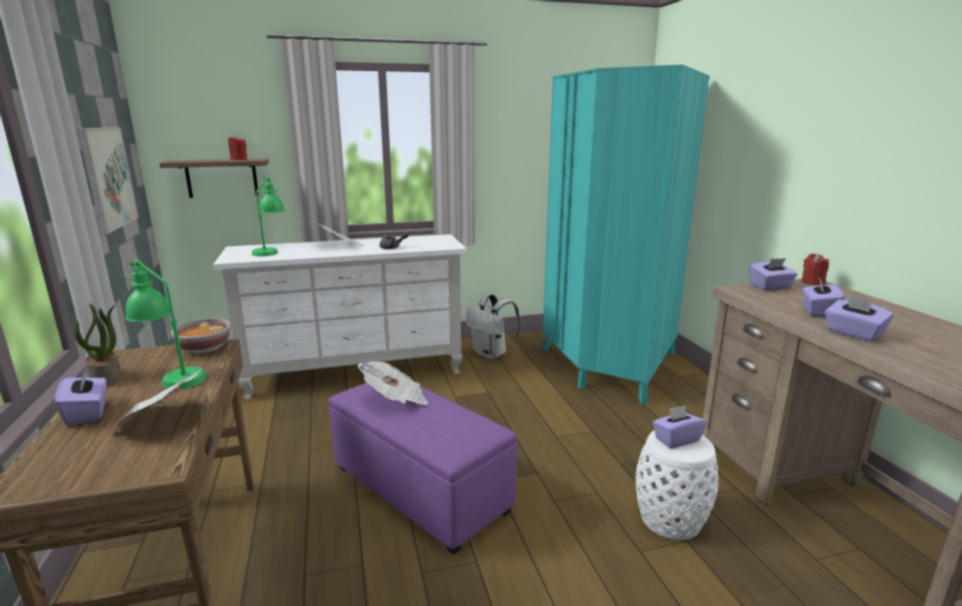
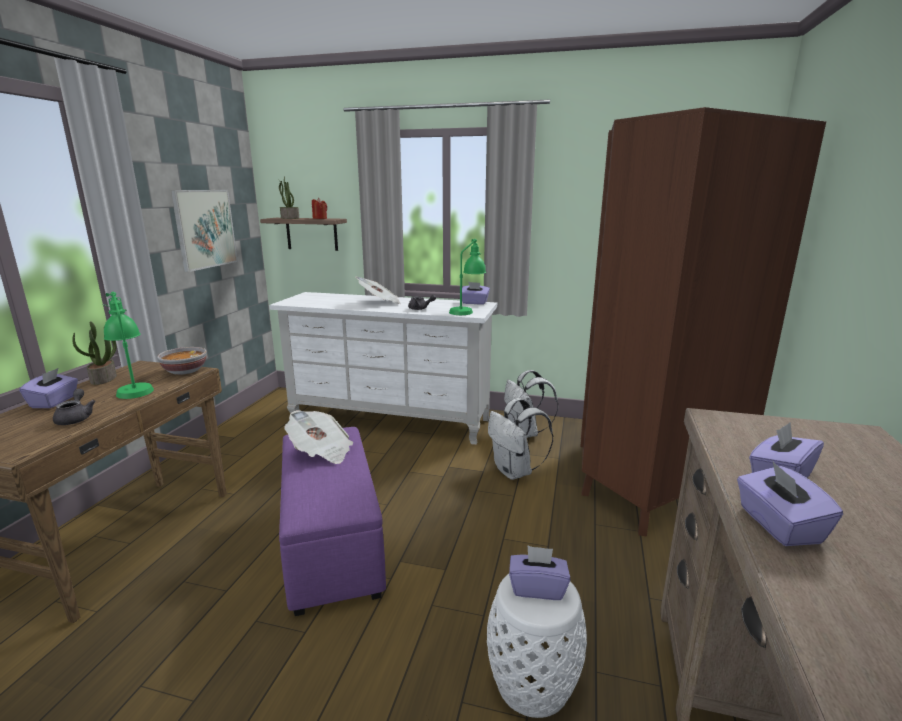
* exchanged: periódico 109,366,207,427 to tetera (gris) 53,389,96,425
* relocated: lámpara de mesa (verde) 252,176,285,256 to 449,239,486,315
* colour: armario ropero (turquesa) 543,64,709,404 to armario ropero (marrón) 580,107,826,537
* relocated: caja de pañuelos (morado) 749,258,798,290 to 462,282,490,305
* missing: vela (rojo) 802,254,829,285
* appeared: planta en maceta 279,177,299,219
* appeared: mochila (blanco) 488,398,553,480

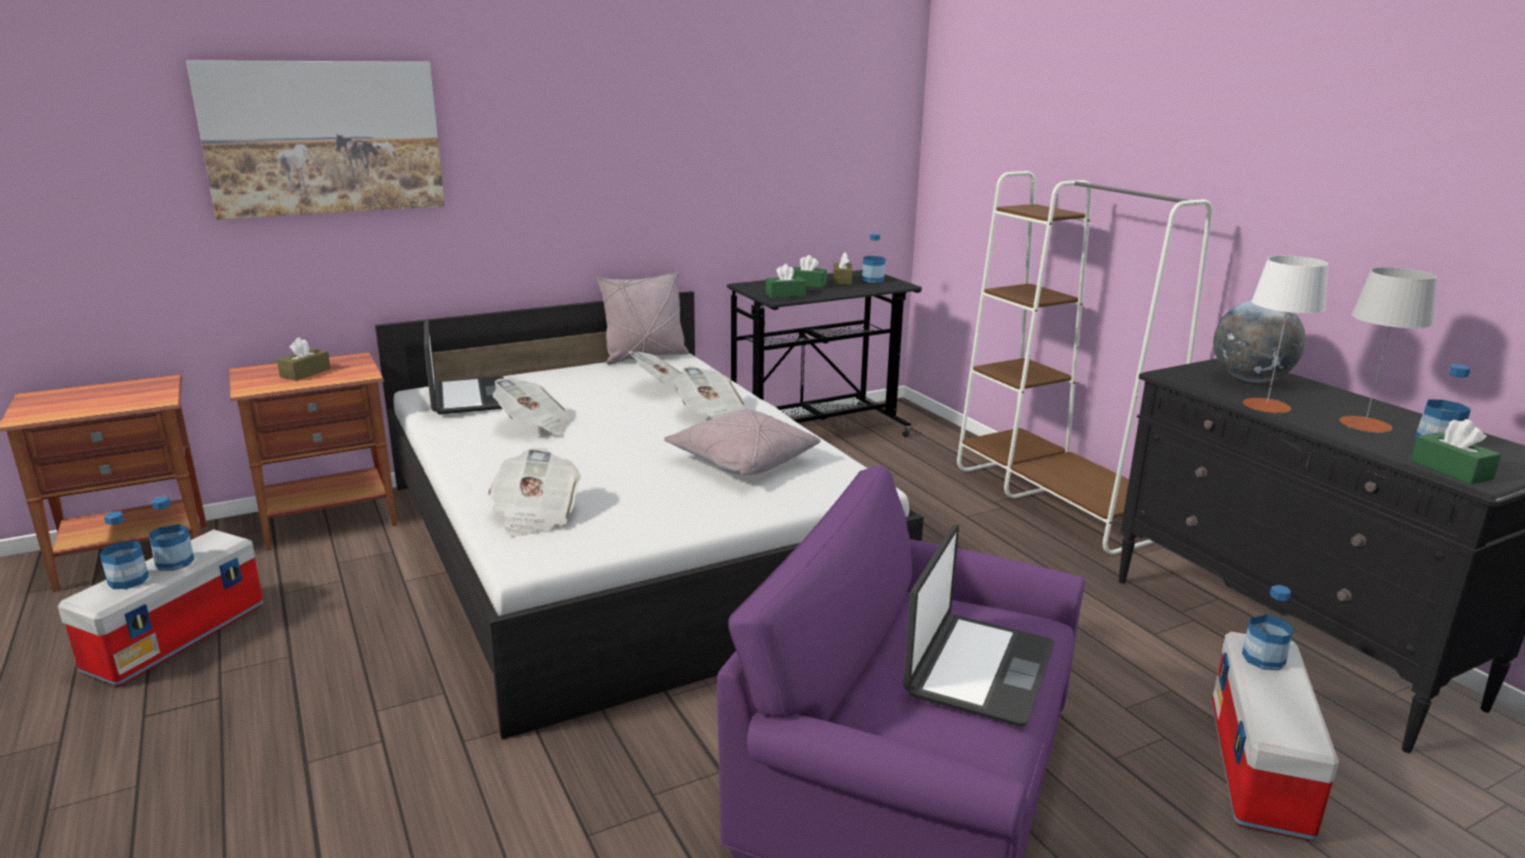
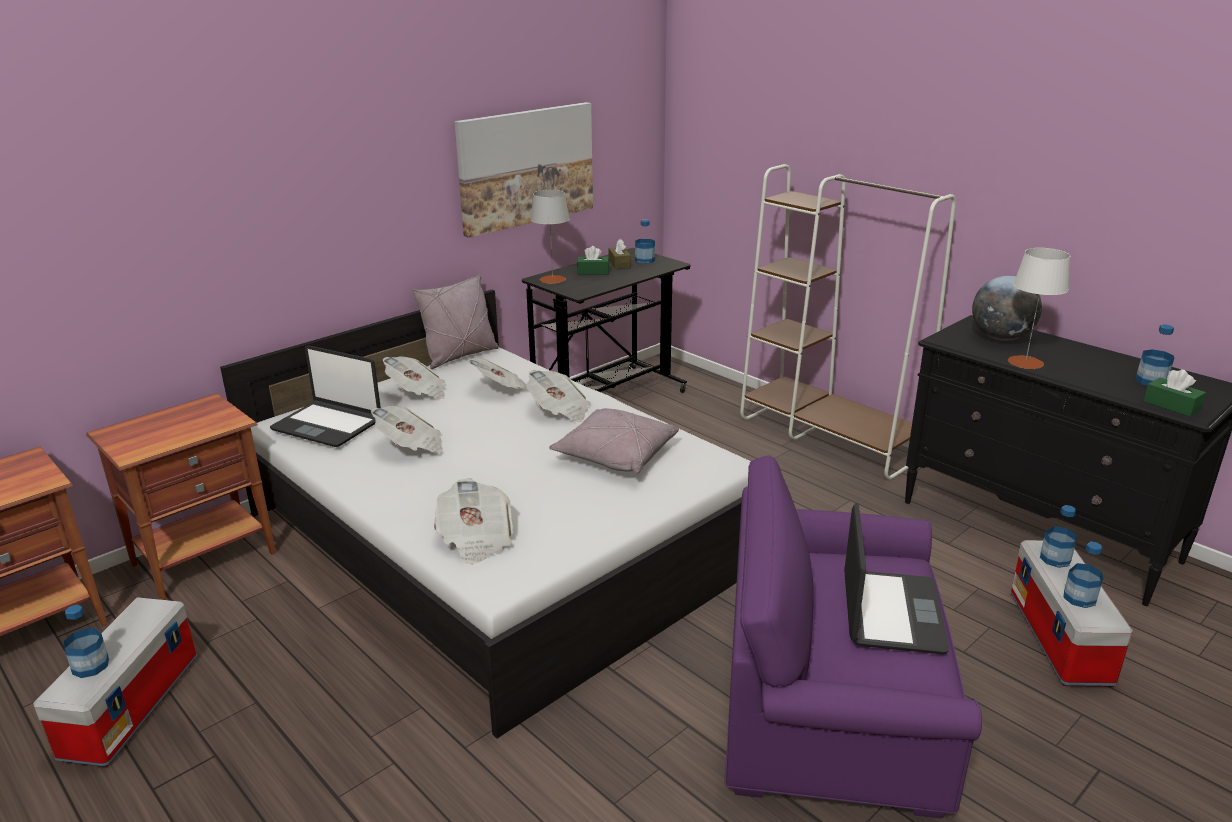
* relocated: botella 149,497,194,571 to 1063,542,1103,608
* relocated: cuadro 186,60,445,220 to 454,102,593,238
* missing: caja de pañuelos (marrón) 277,337,331,381
* spun: portátil 424,319,504,415 = 270,345,381,447 150 degrees clockwise
* missing: caja de pañuelos (verde) 766,264,806,298
* relocated: lámpara de mesa (gris) 1340,267,1437,432 to 531,190,570,284
* appeared: periódico 383,356,445,399

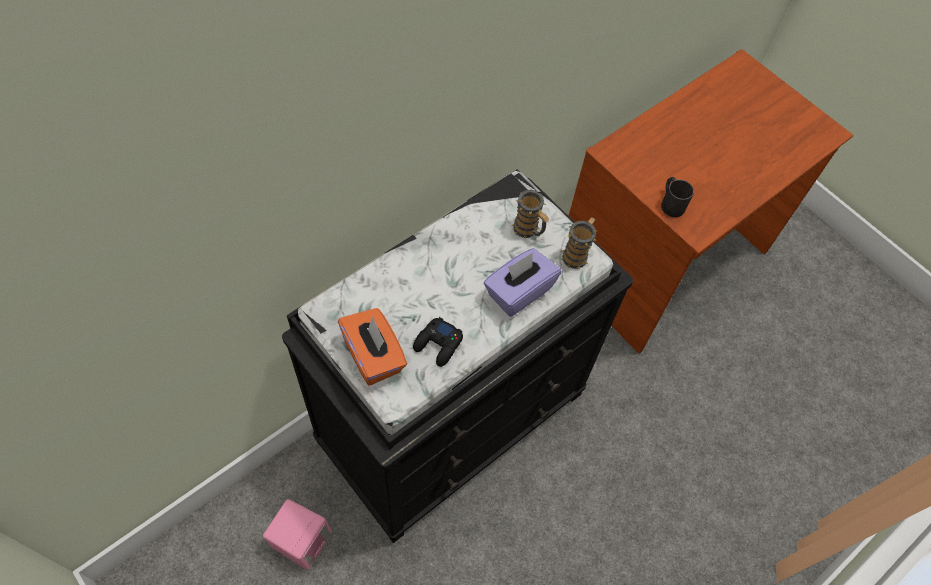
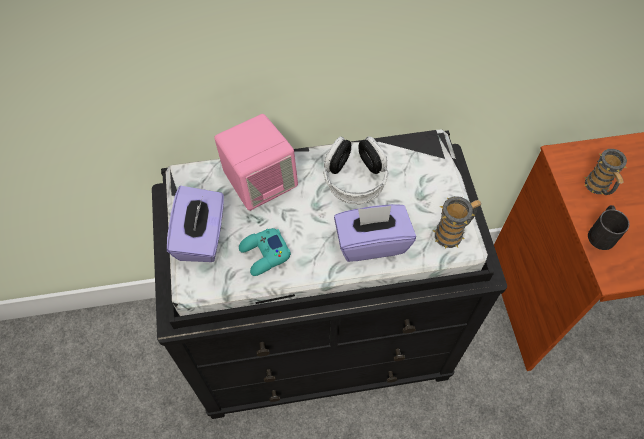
* relocated: altavoz (rosa) 263,499,332,570 to 214,114,298,211
* colour: caja de pañuelos (naranja) 338,308,407,385 to caja de pañuelos (morado) 167,186,224,262
* colour: mando de consola (negro) 413,317,463,367 to mando de consola (turquesa) 239,228,291,276
* relocated: taza grande 511,190,549,239 to 584,149,627,195
* appeared: auriculares 323,136,389,204

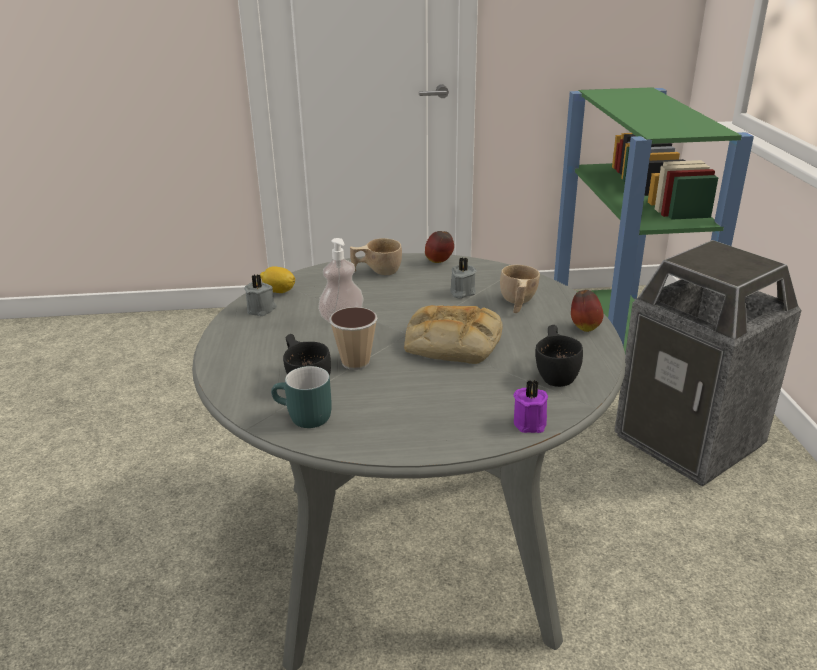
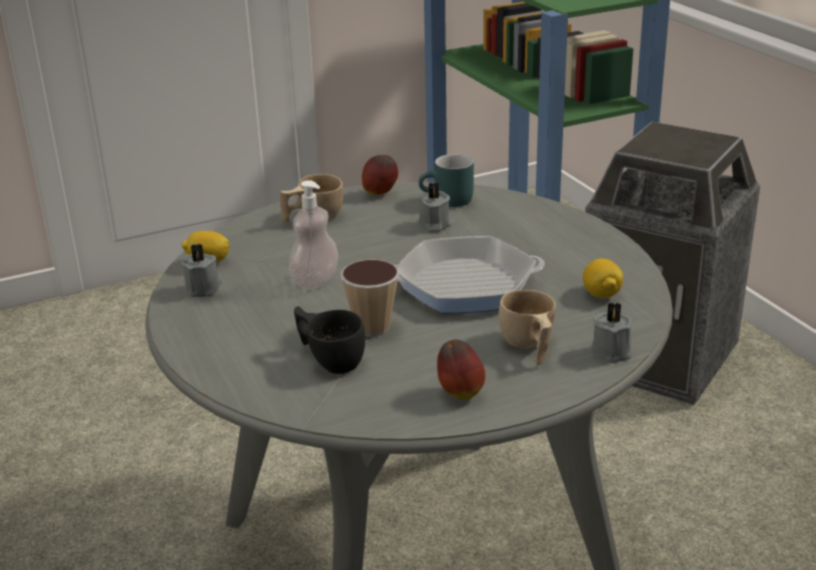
* relocated: taza grande (turquesa) 271,366,332,428 to 419,154,474,207
* exchanged: pan 404,305,503,364 to sartén 394,236,545,313
* relocated: taza (beis) 500,265,540,313 to 499,290,556,365
* colour: vela (morado) 514,379,548,433 to vela (gris) 591,302,632,363
* exchanged: taza (negro) 536,325,583,387 to limón 583,259,623,298
* relocated: manzana 571,290,603,332 to 437,339,485,400

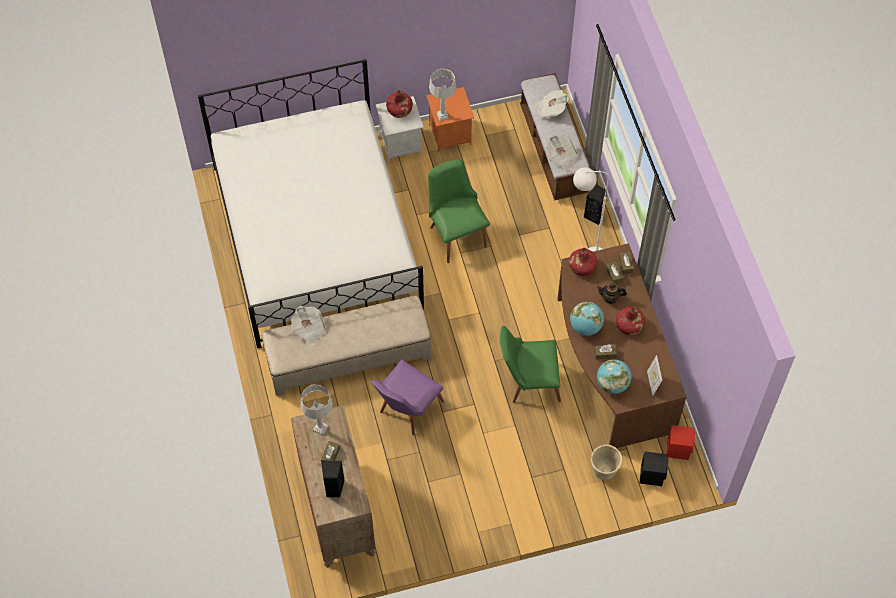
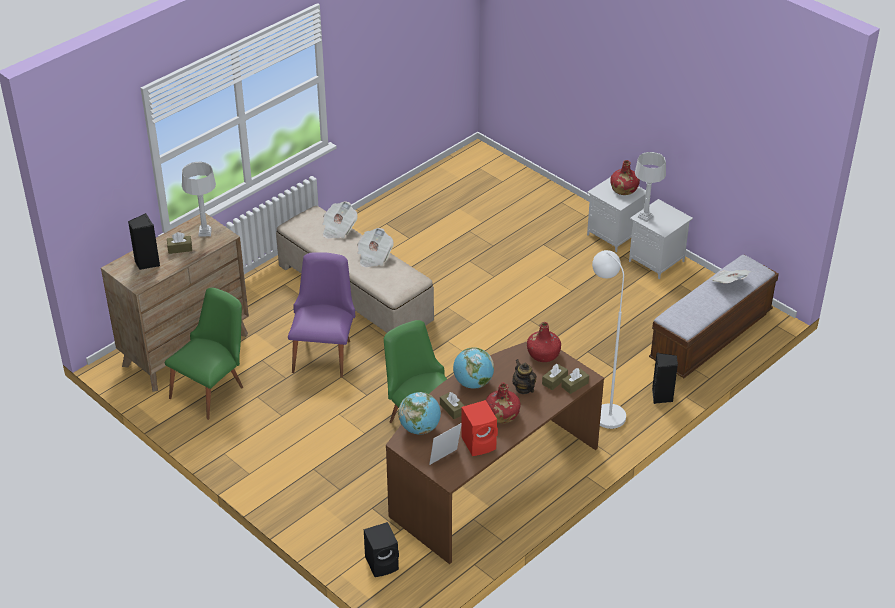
* missing: cama (blanco) 198,59,424,349
* spun: silla (morado) 371,359,444,435 = 288,252,355,377 90 degrees clockwise
* colour: mesita de noche (naranja) 426,87,474,152 to mesita de noche (gris) 629,199,693,279
* relocated: silla (verde) 428,159,490,263 to 165,288,243,420
* relocated: periódico 546,135,579,171 to 357,228,394,267
* missing: maceta (beis) 591,445,622,480
* relocated: altavoz (rojo) 666,425,695,460 to 461,400,498,456

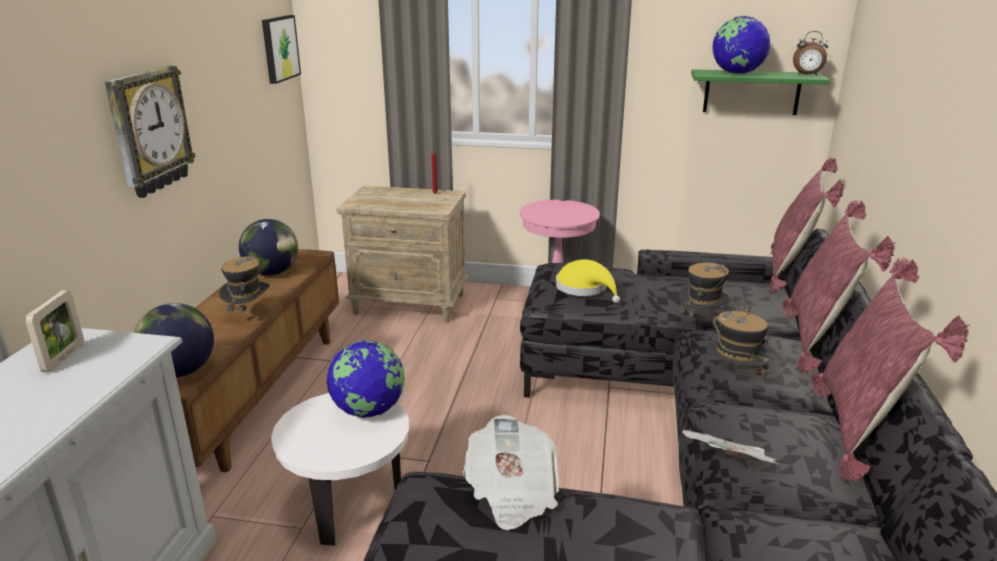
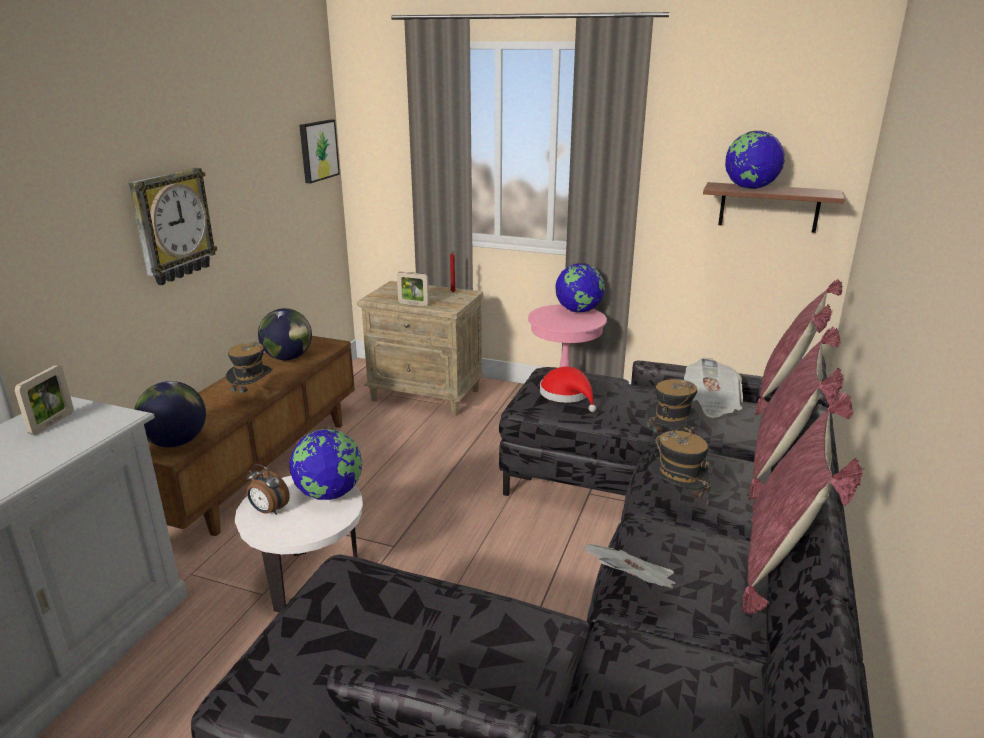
* relocated: periódico 463,415,559,531 to 684,358,743,418
* colour: sombrero (amarillo) 556,259,620,303 to sombrero (rojo) 540,367,596,412
* colour: estante (verde) 691,69,830,115 to estante (marrón) 703,182,845,233
* relocated: despertador 793,31,828,76 to 246,464,290,515
* appeared: portarretratos 397,271,429,306
* appeared: globo terráqueo 555,263,605,313

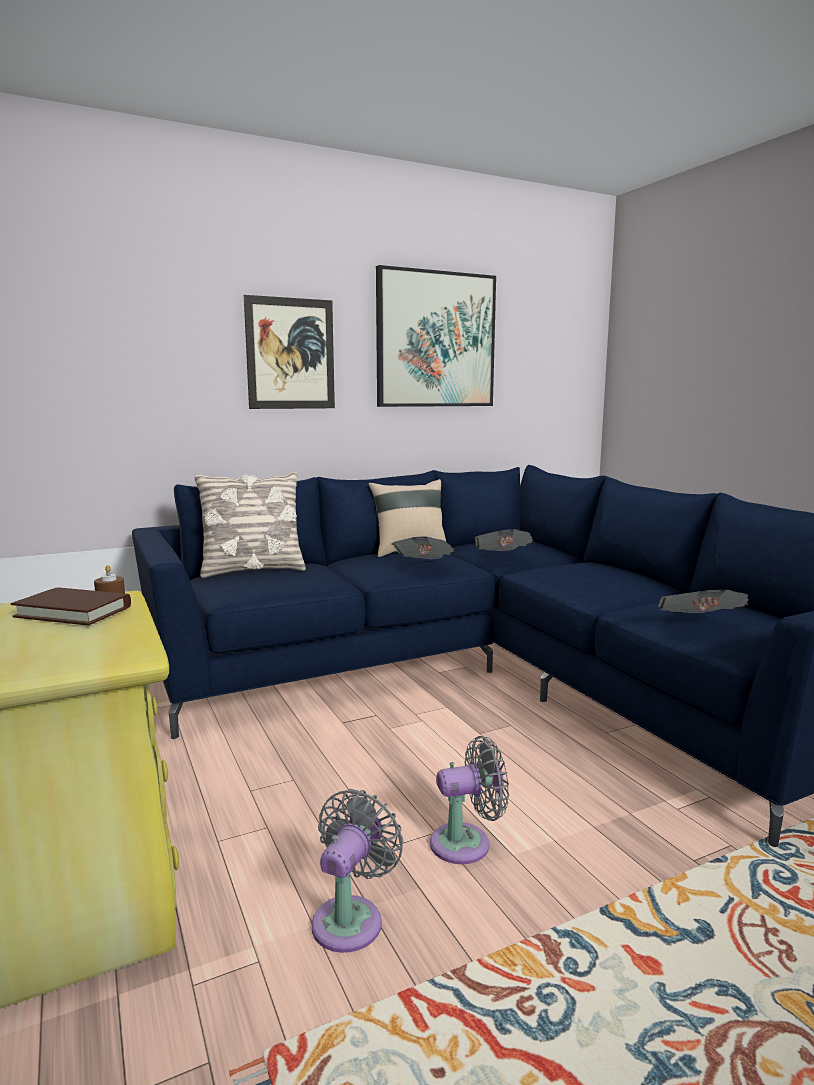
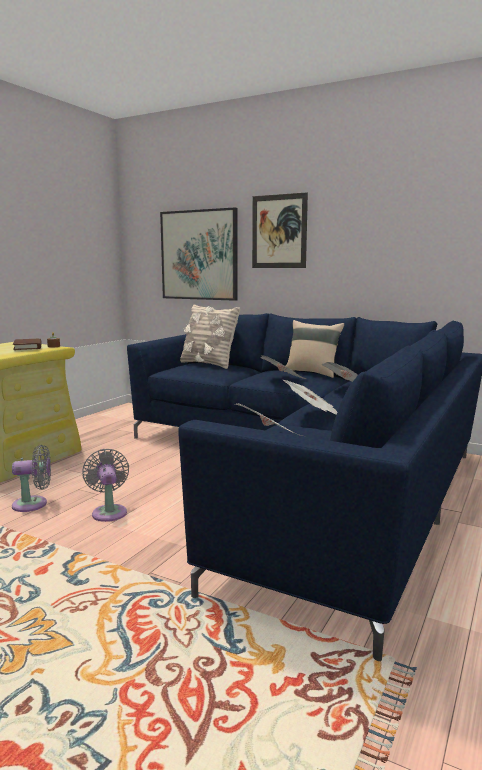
* relocated: cuadro 376,265,496,407 to 160,207,238,301
* spun: ventilador (gris) 430,736,509,864 = 82,449,129,522 150 degrees counterclockwise
* appeared: periódico 283,380,337,415

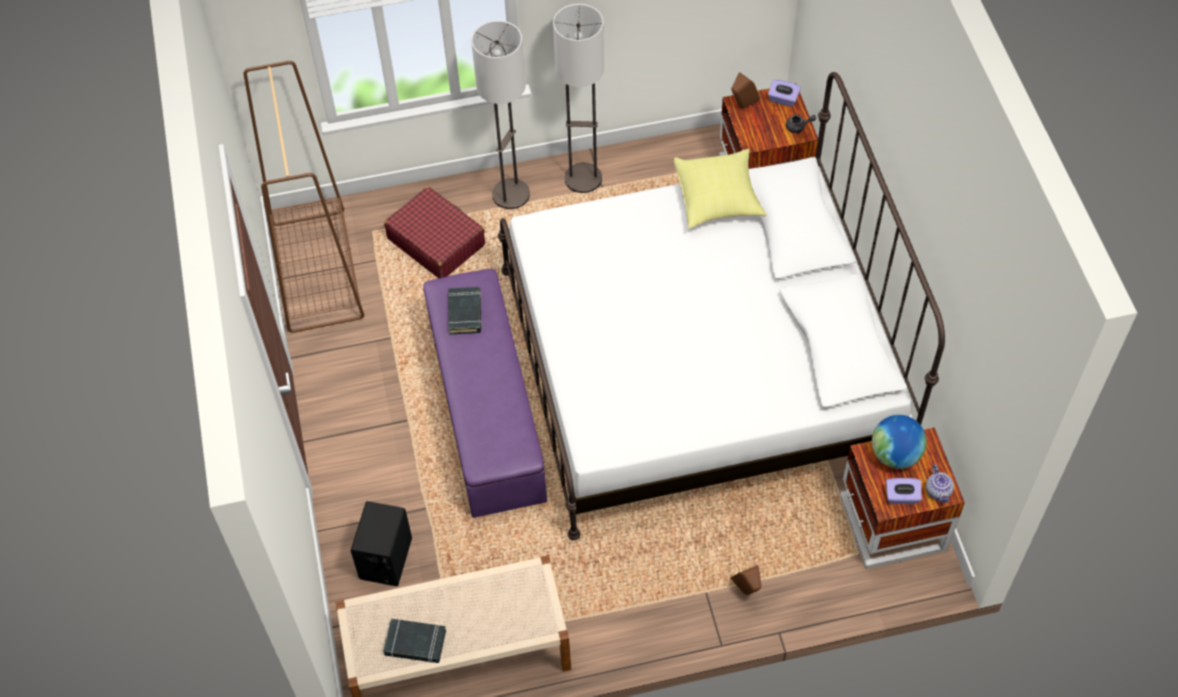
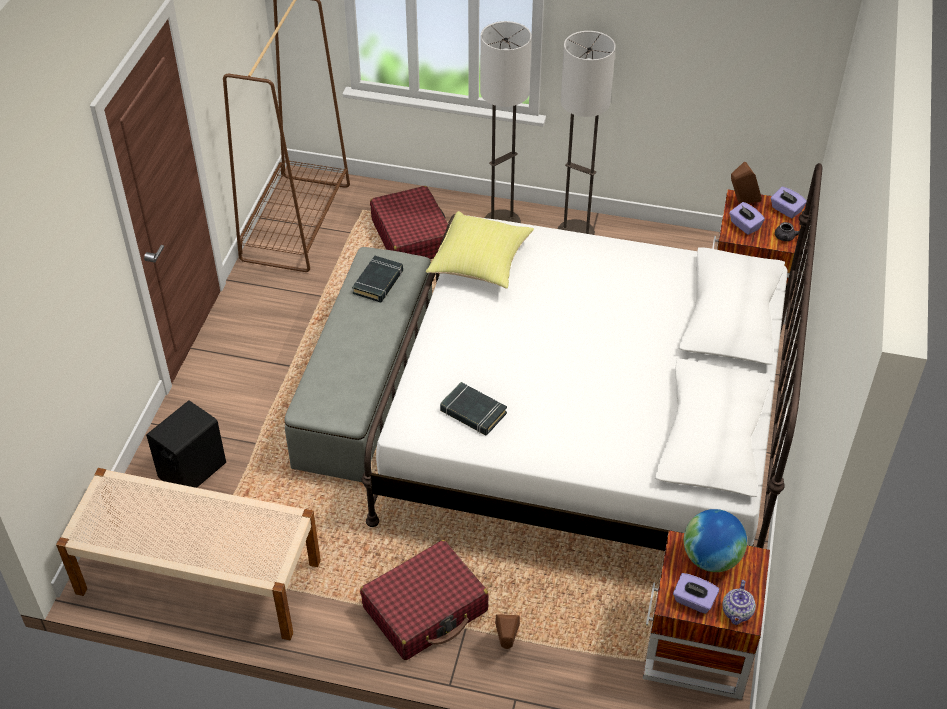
* relocated: libro (negro) 383,619,446,663 to 440,382,507,436
* colour: banco (morado) 423,269,547,518 to banco (gris) 284,247,432,482
* relocated: cojín (amarillo) 674,149,766,229 to 426,211,534,289
* appeared: maleta (rojo) 360,540,488,660
* appeared: caja de pañuelos (morado) 729,202,765,235

